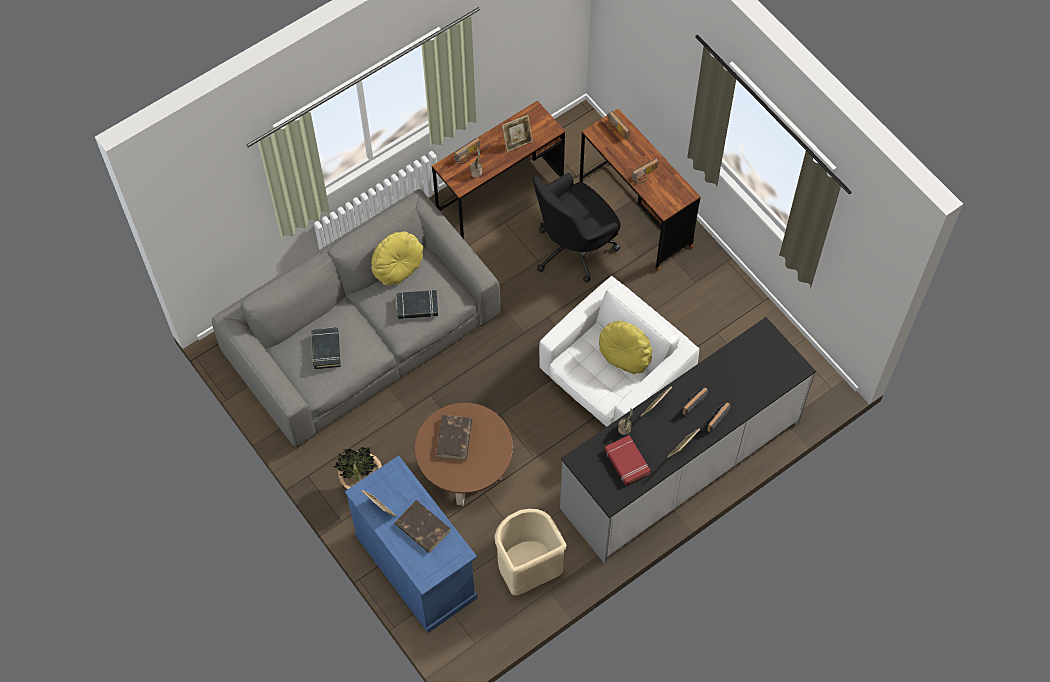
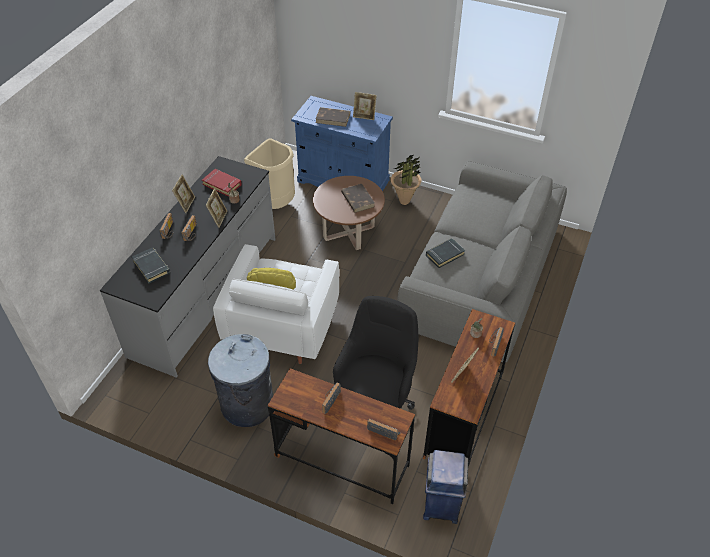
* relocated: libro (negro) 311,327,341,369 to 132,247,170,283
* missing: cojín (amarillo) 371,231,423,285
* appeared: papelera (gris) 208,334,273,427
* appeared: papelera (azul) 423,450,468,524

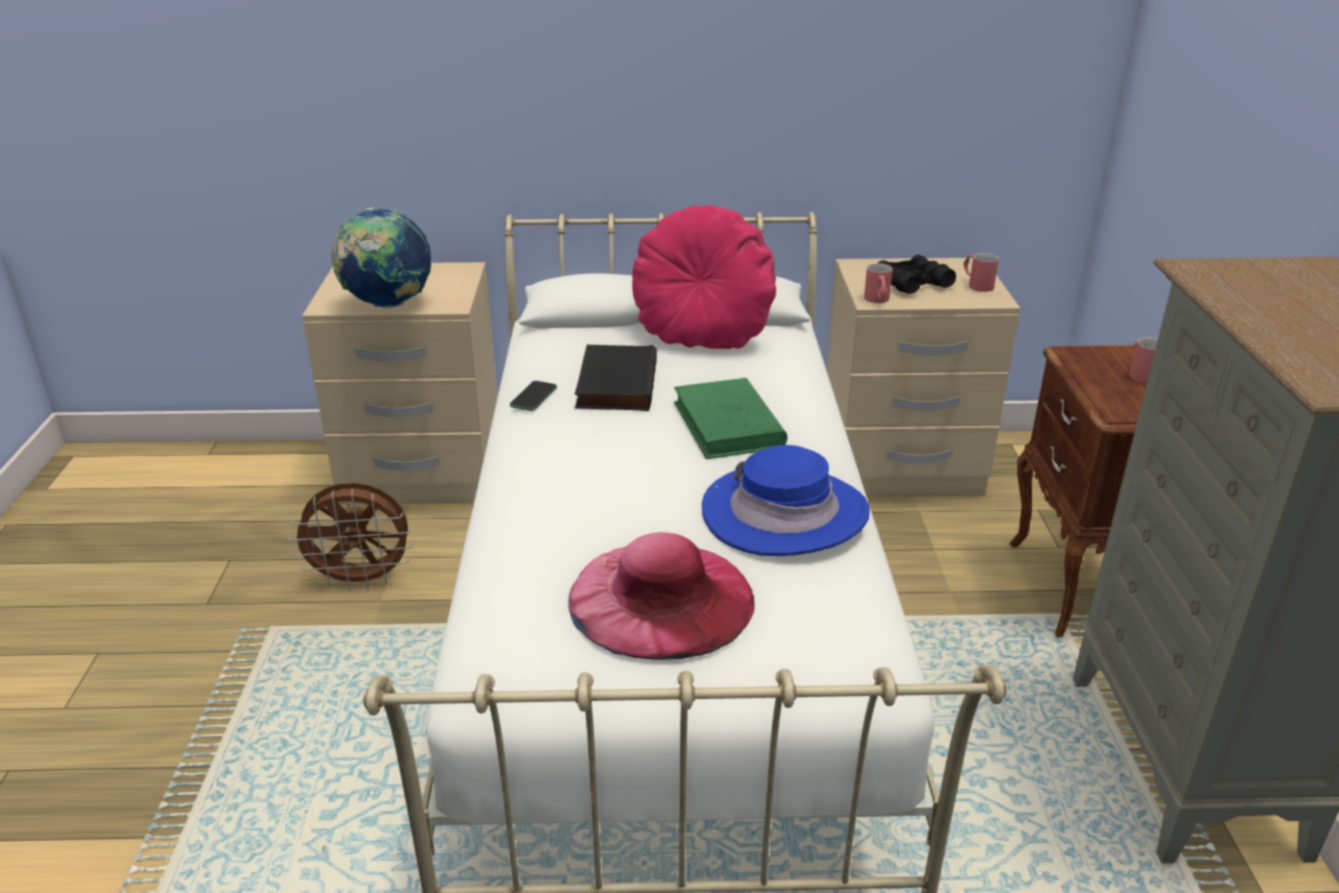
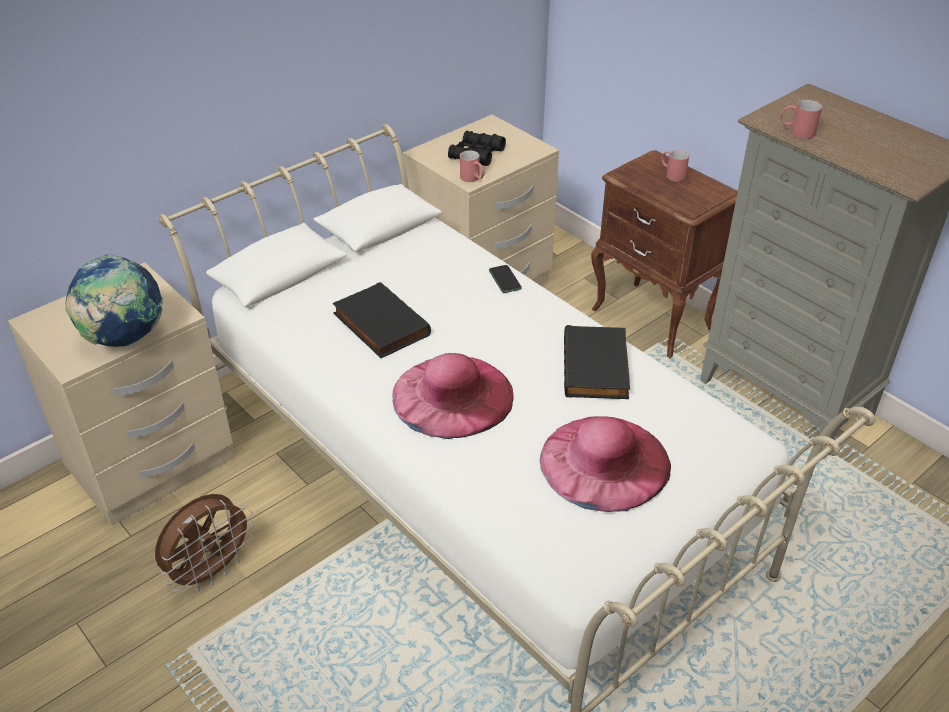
* relocated: móvil 510,381,557,411 to 489,265,522,293
* missing: cojín (rosa) 632,205,776,349
* missing: libro (verde) 674,378,788,459
* exchanged: sombrero (azul) 702,445,870,556 to libro (negro) 564,325,630,399
* relocated: taza grande (rojo) 964,253,999,292 to 781,100,822,139
* appeared: sombrero (rosa) 392,353,514,439

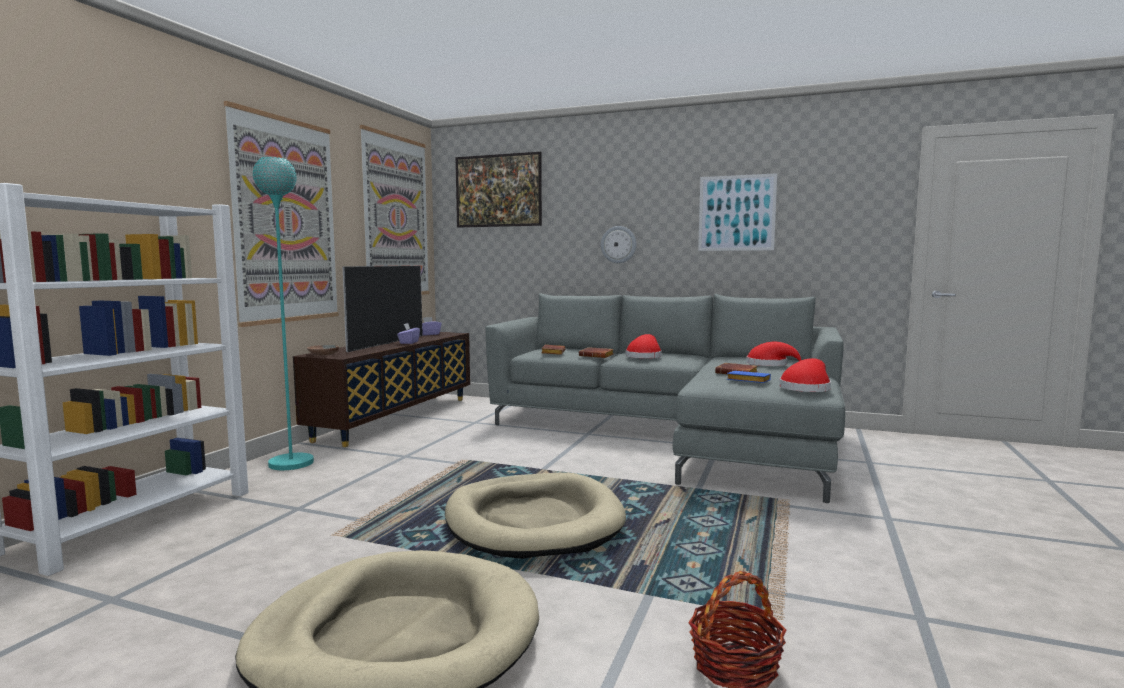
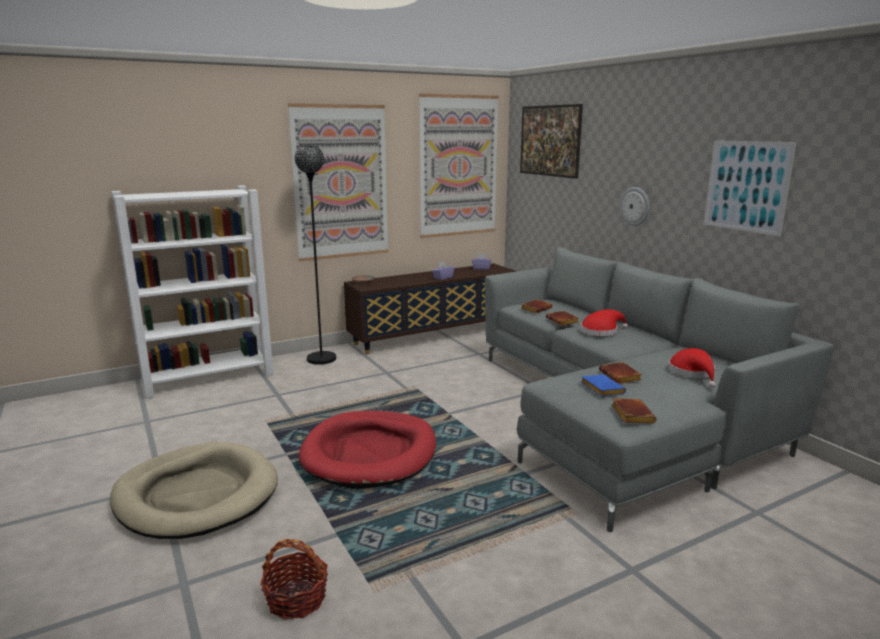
* colour: lámpara de pie (turquesa) 253,157,314,470 to lámpara de pie (negro) 295,146,336,365
* missing: televisor 343,264,423,352
* colour: cama para perro (beis) 445,472,626,559 to cama para perro (rojo) 299,411,436,489
* exchanged: sombrero (rojo) 779,358,831,392 to libro (marrón) 611,398,657,424

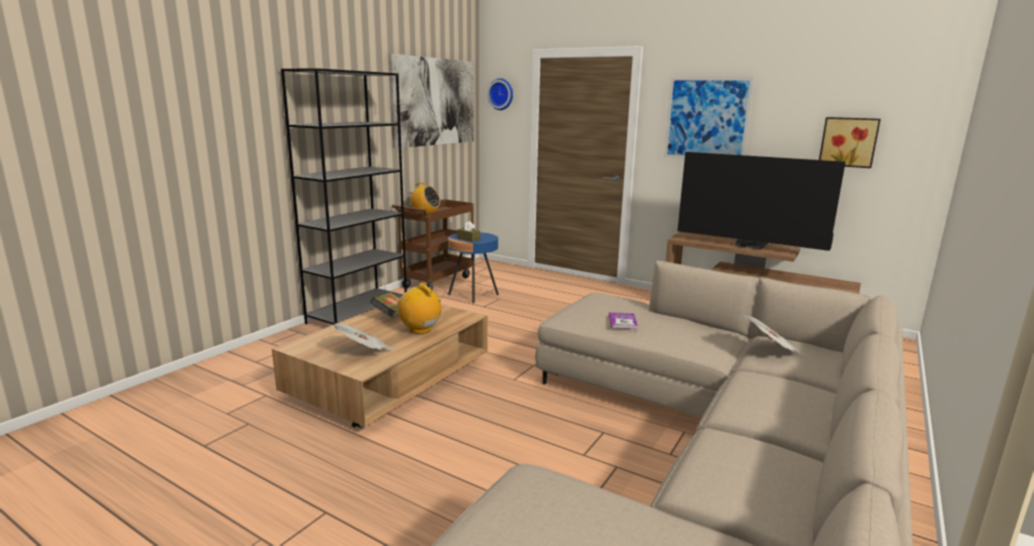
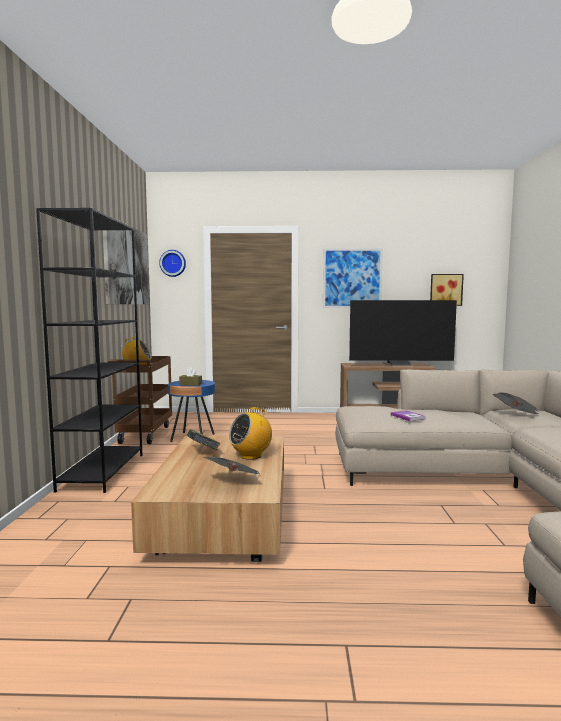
* spun: radio 397,283,444,334 = 229,407,272,460 45 degrees counterclockwise

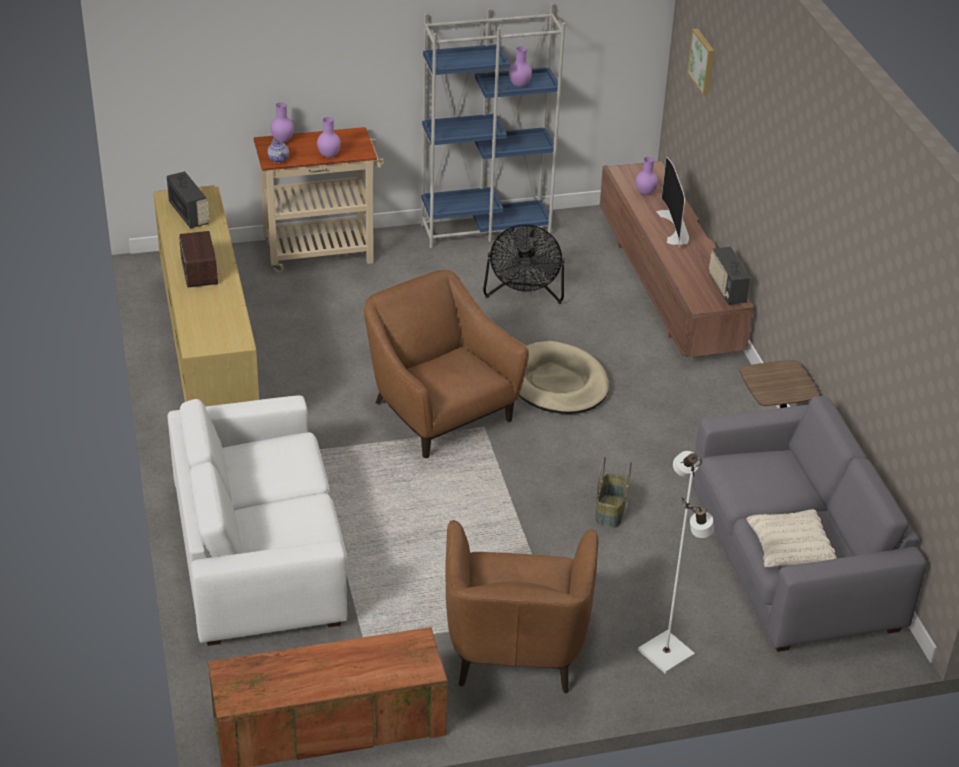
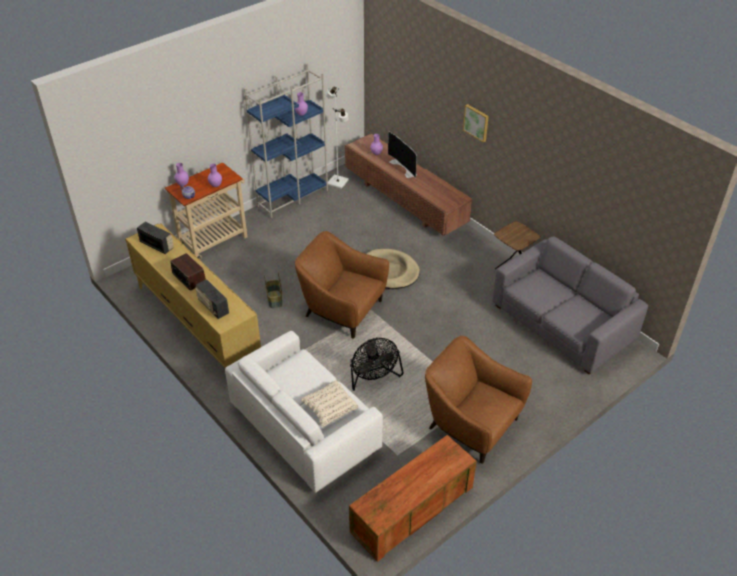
* spun: sillón (marrón) 445,520,598,693 = 425,336,532,464 150 degrees clockwise
* relocated: ventilador (negro) 483,224,565,304 to 350,338,404,391
* relocated: cesta 595,457,631,528 to 264,271,282,308
* relocated: lámpara de pie (blanco) 638,451,714,674 to 326,87,349,189
* relocated: cuadro 687,29,714,95 to 463,104,489,143
* relocated: radio 709,247,751,305 to 195,279,229,319
* relocated: cojín (beis) 747,509,837,567 to 301,380,359,427

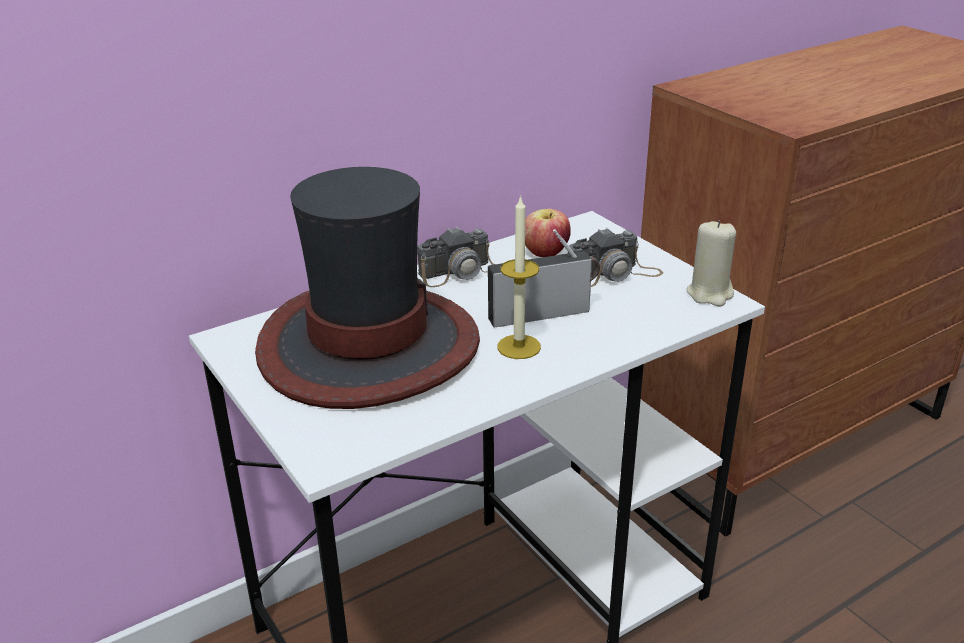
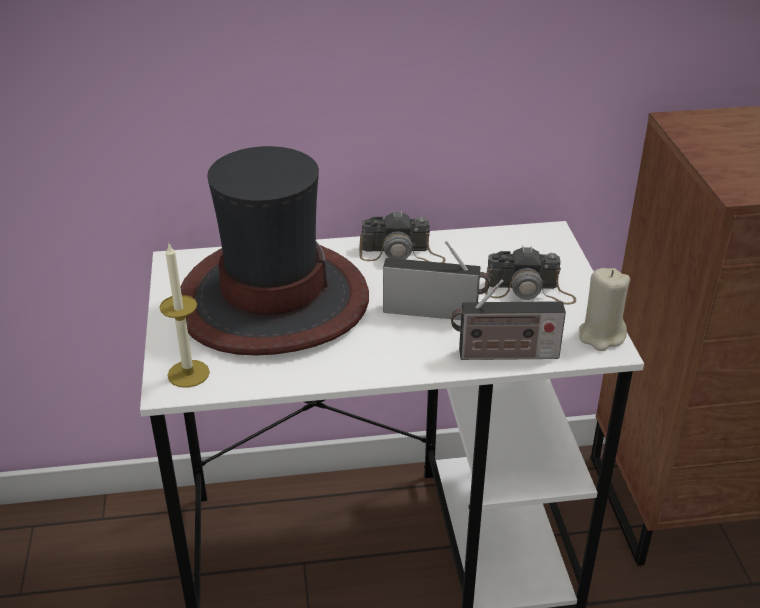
* relocated: vela 497,195,541,359 to 159,244,210,388
* missing: manzana 525,209,571,257
* appeared: radio 451,279,566,360

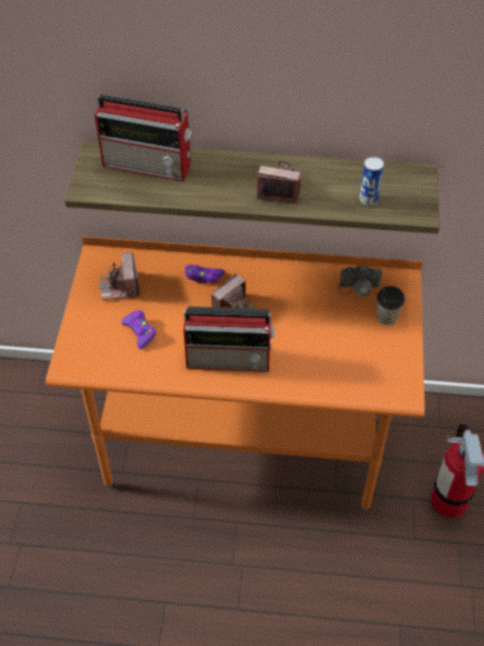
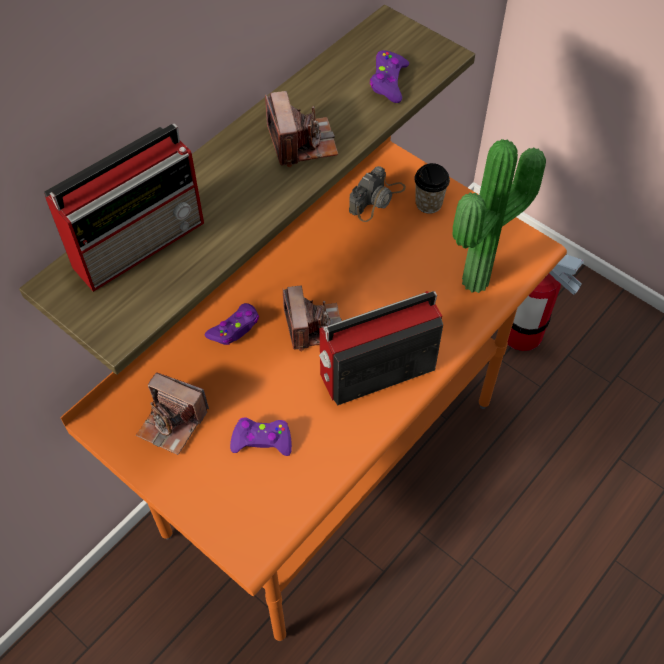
* spun: radio 183,306,275,372 = 319,291,443,405 150 degrees counterclockwise
* spun: cámara 257,160,303,204 = 265,91,338,167 120 degrees clockwise
* exchanged: lata 359,157,384,206 to mando de consola (morado) 370,50,409,103
* appeared: planta en maceta 453,139,546,293

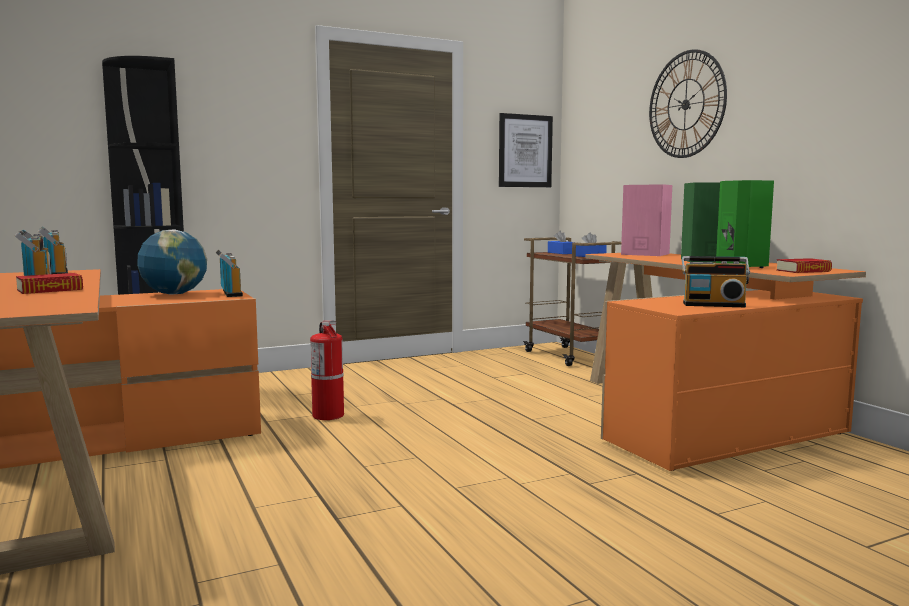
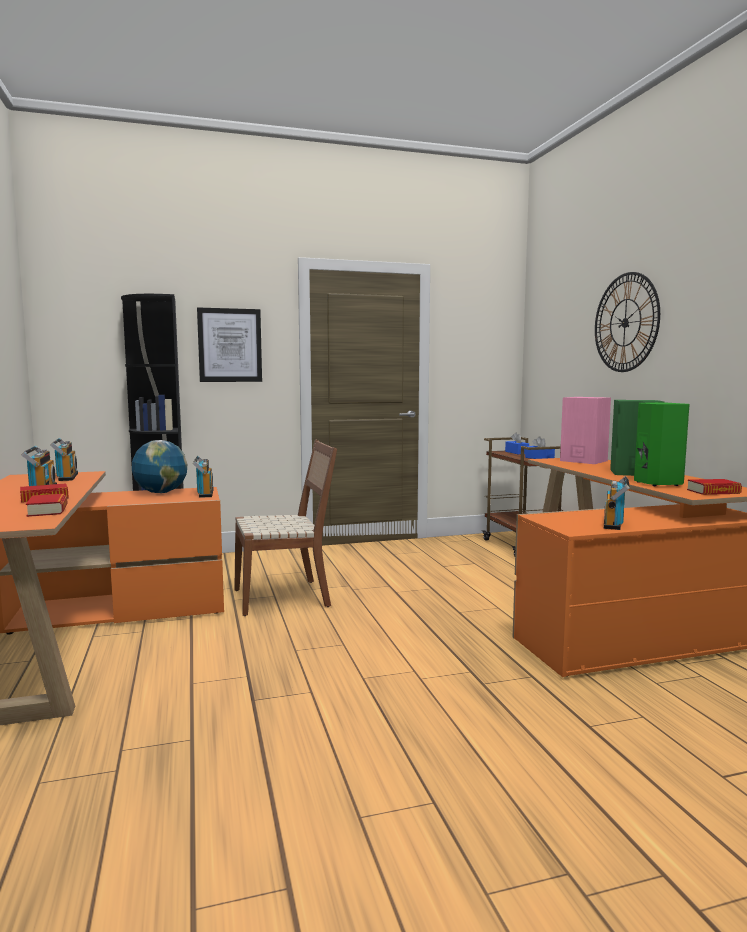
* exchanged: extintor 310,320,344,420 to silla 234,439,337,616
* relocated: cuadro 499,113,553,187 to 197,307,262,382
* spun: radio 682,256,750,307 = 604,476,630,530 90 degrees clockwise
* appeared: libro 26,494,67,517

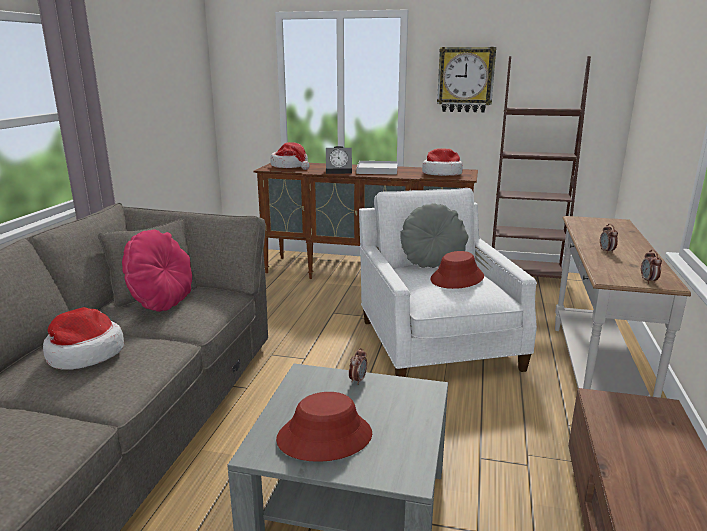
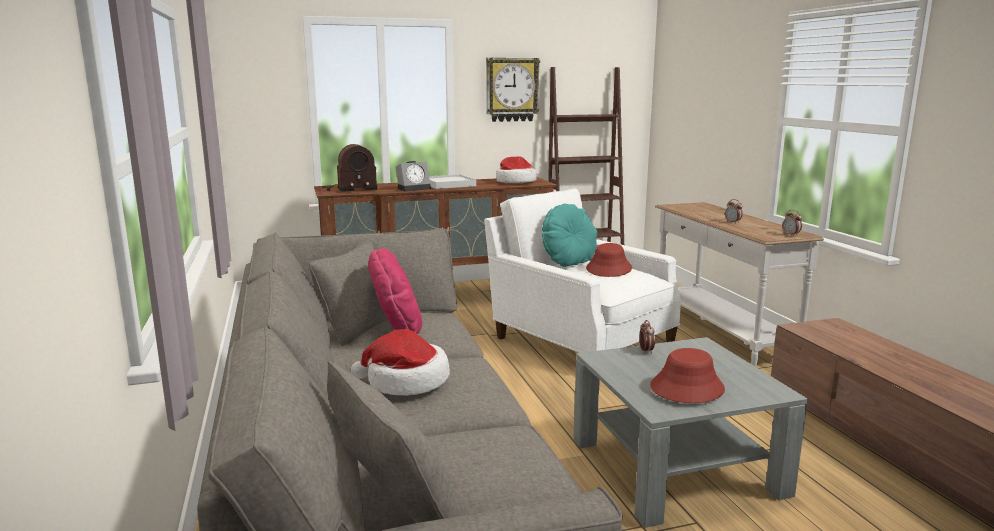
* exchanged: sombrero 270,142,310,170 to radio 322,144,378,192
* colour: cojín (gris) 400,203,468,268 to cojín (turquesa) 542,204,597,267

